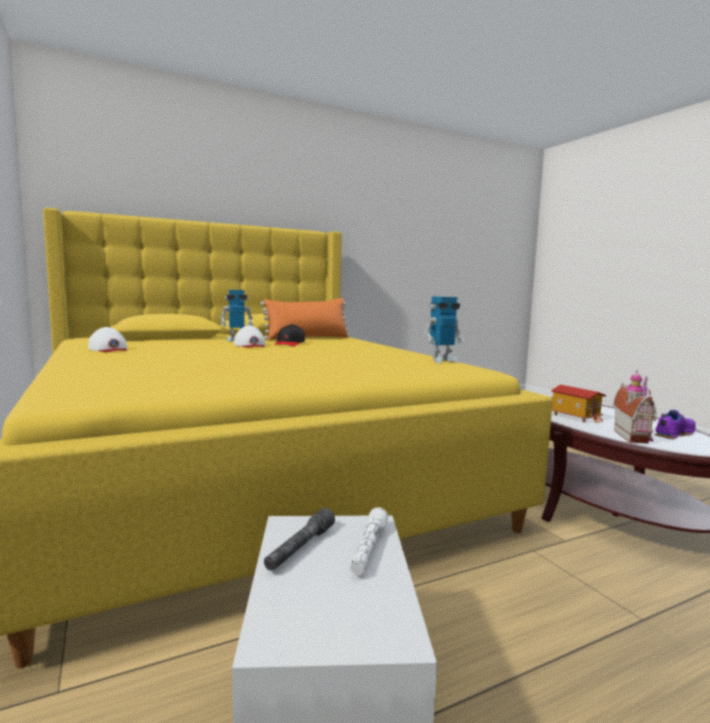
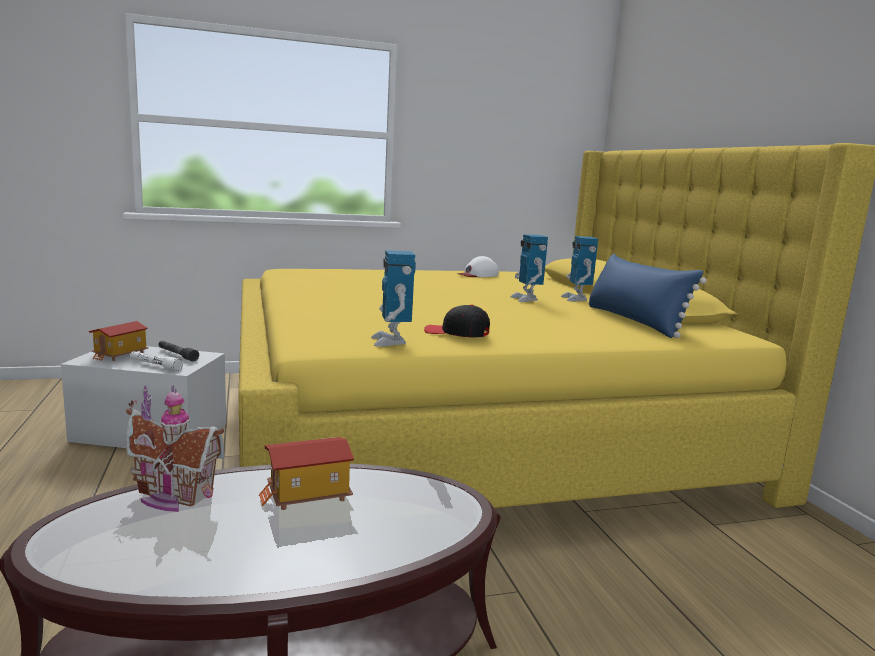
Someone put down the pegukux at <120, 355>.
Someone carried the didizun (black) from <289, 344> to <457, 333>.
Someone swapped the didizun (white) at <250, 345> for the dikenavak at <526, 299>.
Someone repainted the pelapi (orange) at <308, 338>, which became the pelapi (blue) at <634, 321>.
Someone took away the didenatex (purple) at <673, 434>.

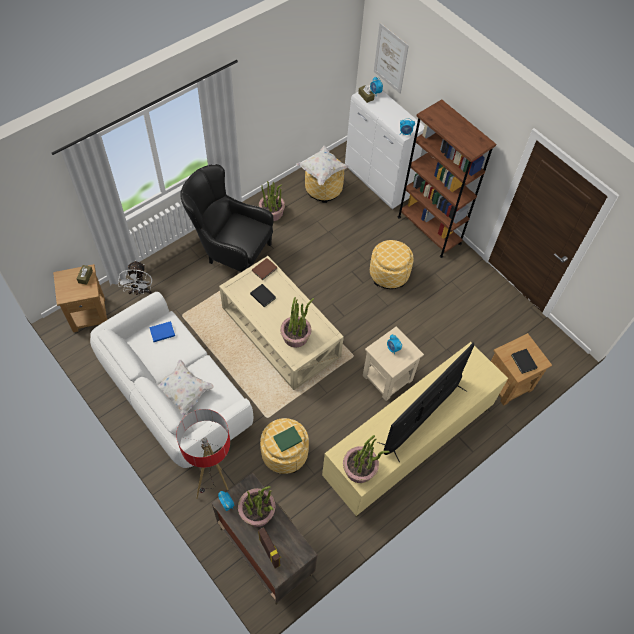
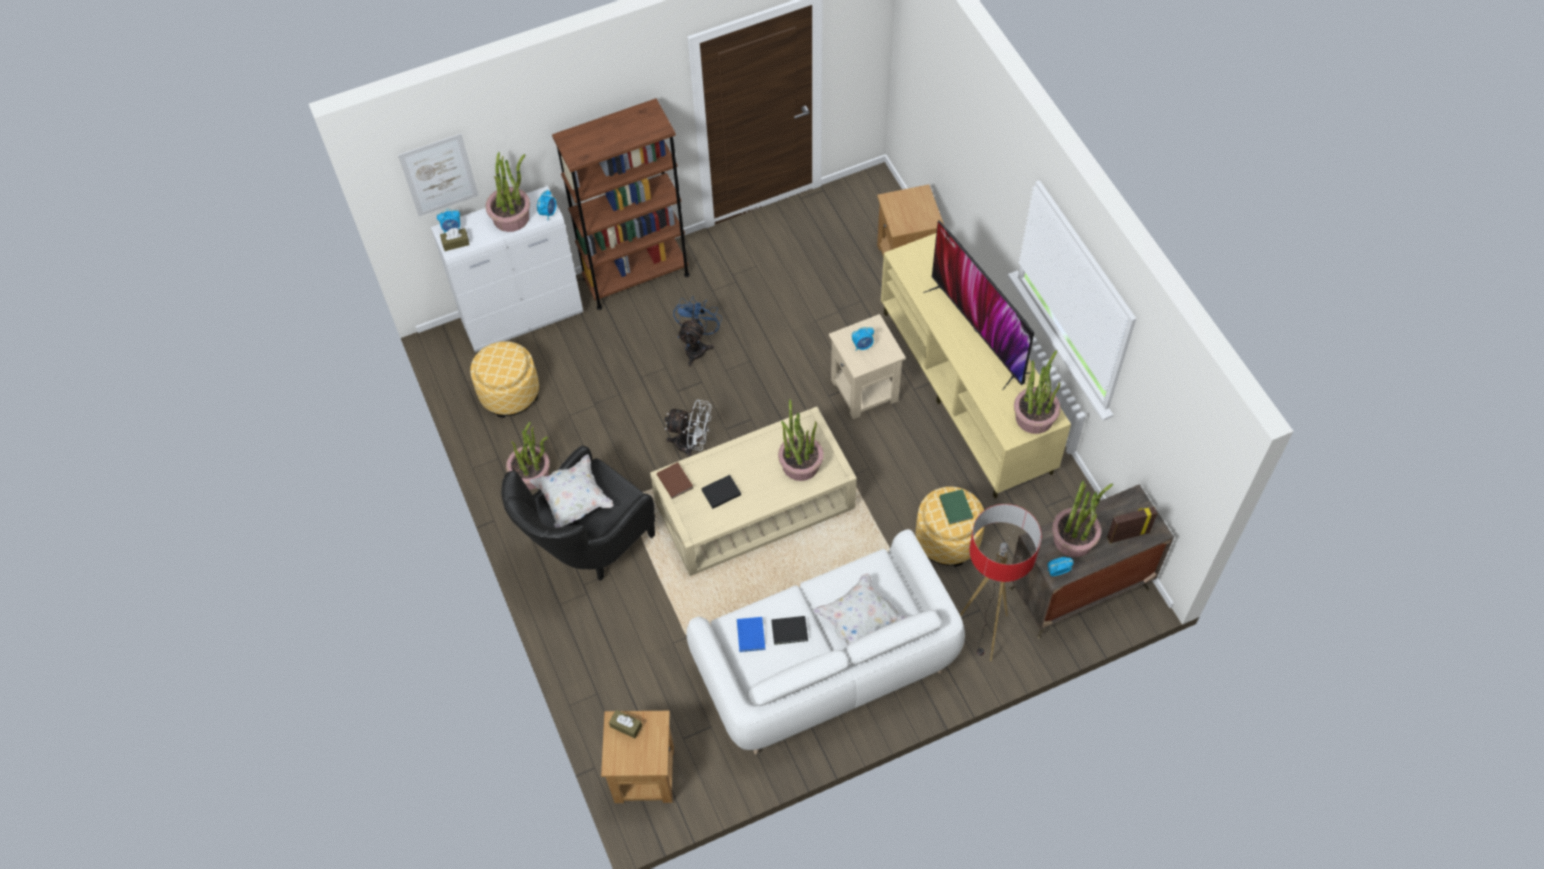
Someone put down the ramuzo at <511, 217>.
Someone carried the pelapi (white) from <322, 171> to <574, 500>.
Someone carried the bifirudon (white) from <140, 291> to <691, 445>.
Someone swapped the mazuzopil at <389, 274> for the bifirudon (blue) at <697, 346>.
Someone carried the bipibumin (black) from <523, 362> to <790, 631>.

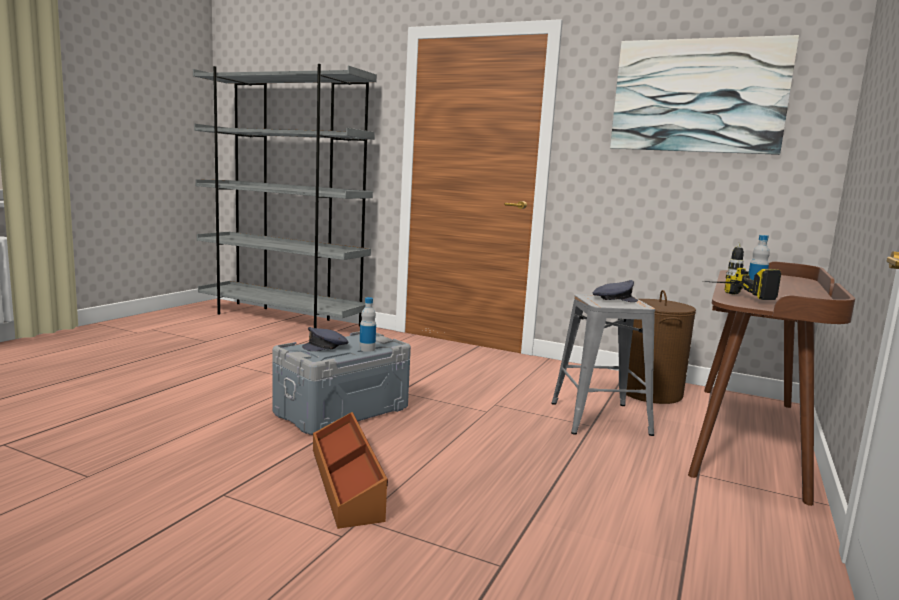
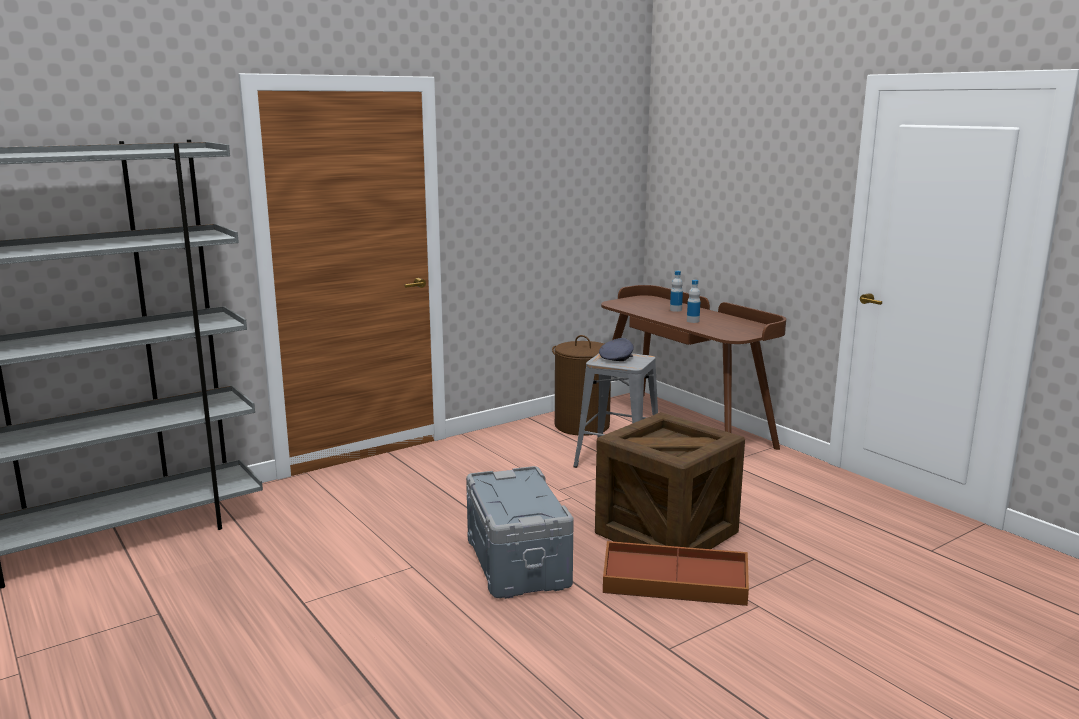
Someone put down the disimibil at <666, 533>.
Someone carried the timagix from <367, 349> to <675, 310>.
Someone took away the didizun (grey) at <326, 347>.
Someone took away the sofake at <698, 96>.
Someone took away the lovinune at <729, 298>.

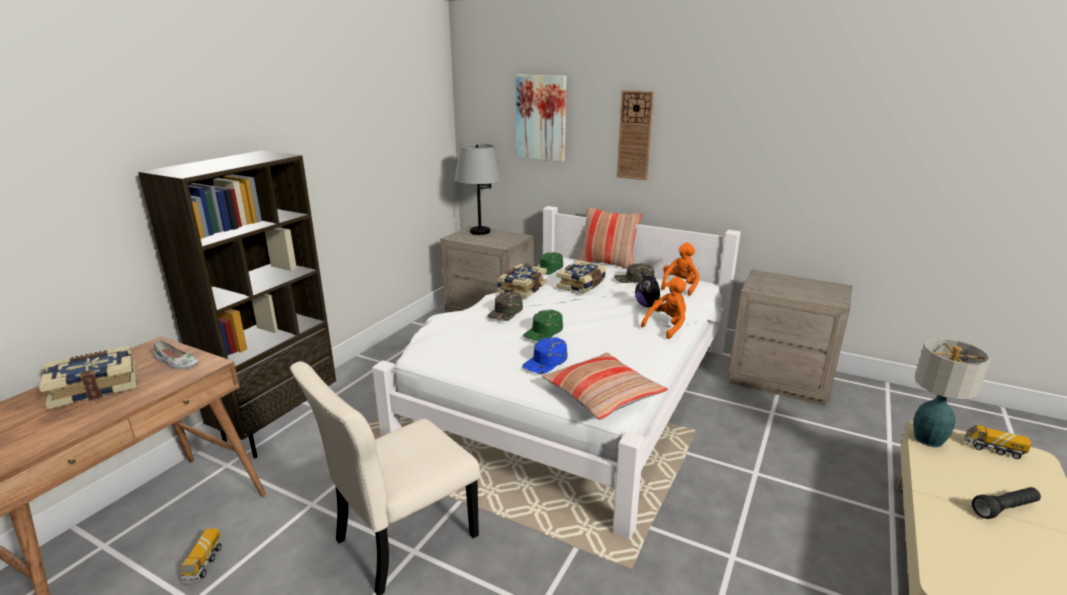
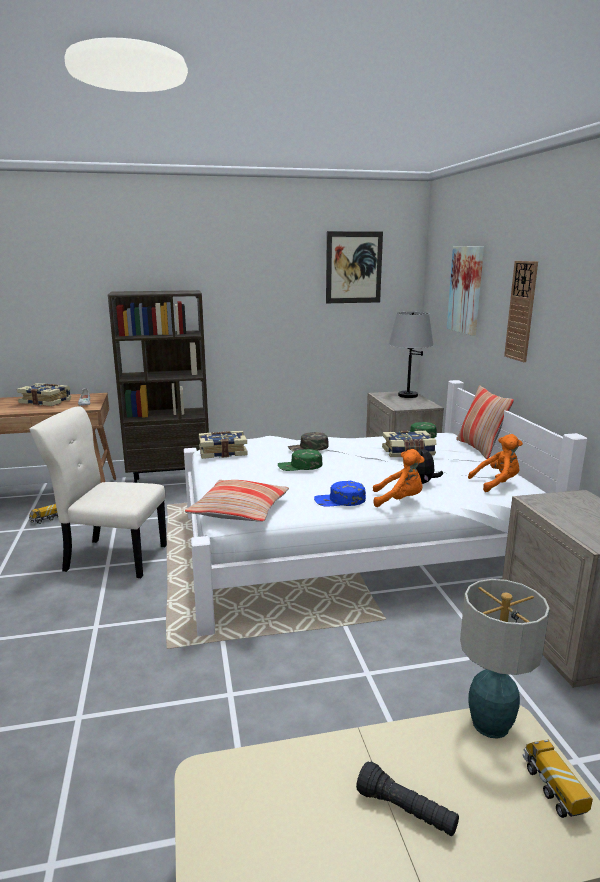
Someone carried the bipibumin from <521, 288> to <222, 452>.
Someone carried the didizun (blue) from <545, 362> to <339, 500>.
Someone put up the sofake at <354, 267>.
Someone took away the didizun (green) at <634, 279>.

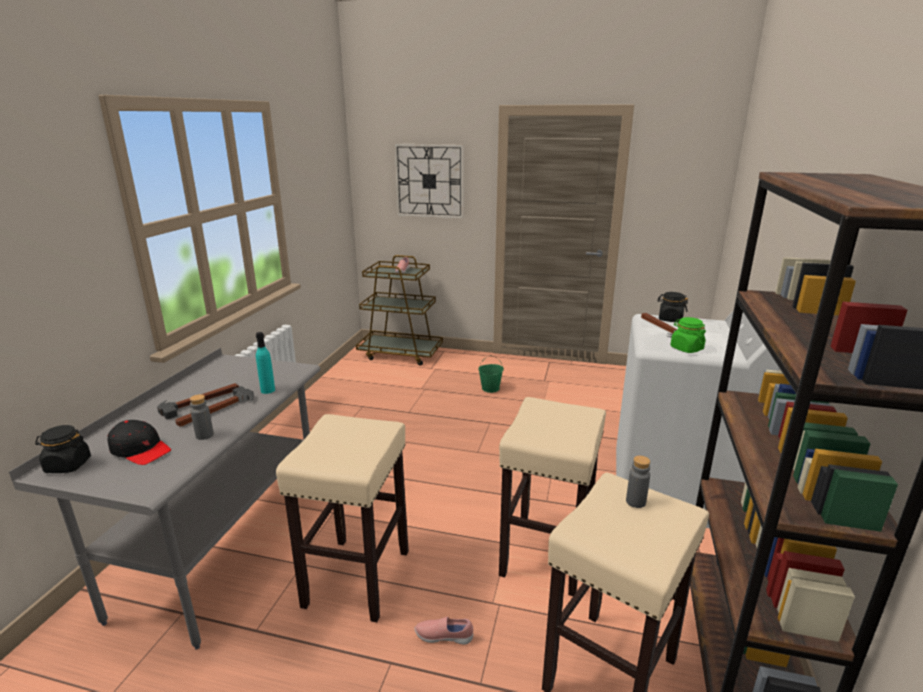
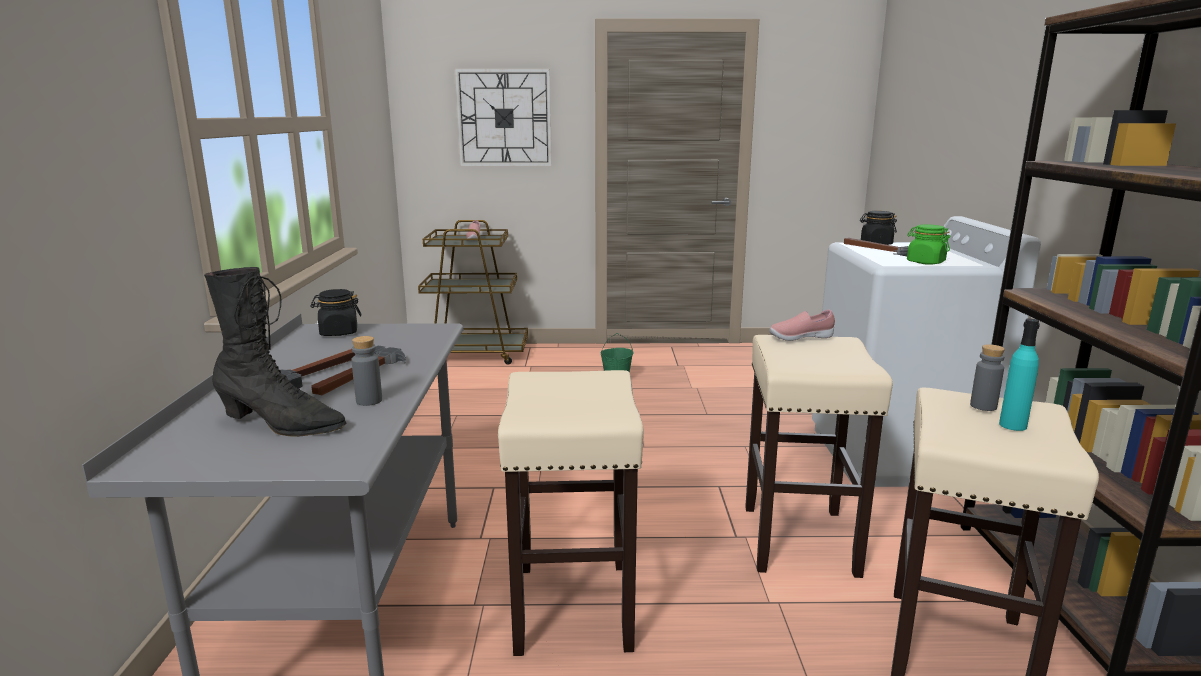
Someone swapped the didizun (black) at <140, 450> for the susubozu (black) at <281, 425>.
Someone carried the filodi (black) from <67, 465> to <338, 332>.
Someone carried the didenatex (pink) from <444, 637> to <800, 338>.
Someone carried the timagix (turquoise) from <268, 390> to <1012, 425>.

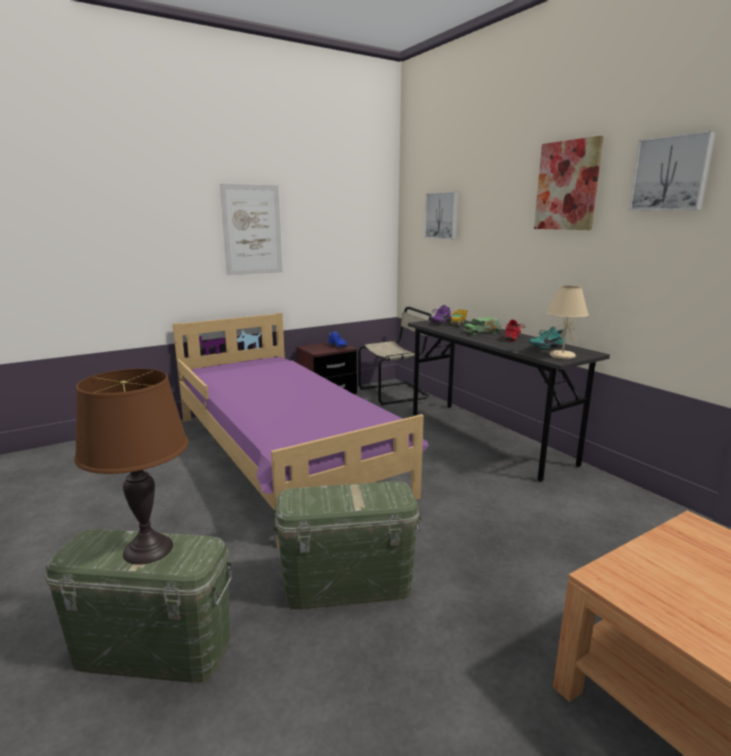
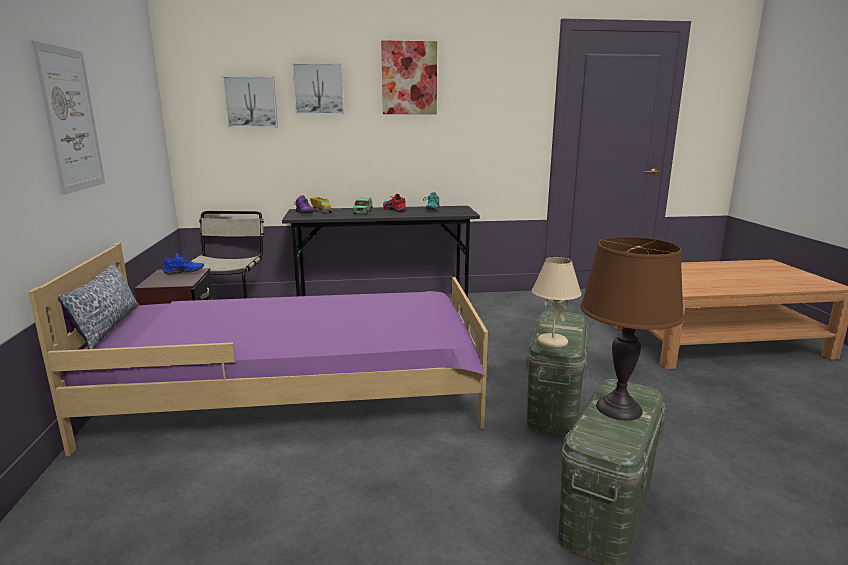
Someone put down the pelapi at <107, 326>.
Someone carried the sofake from <671, 174> to <318, 89>.
Someone carried the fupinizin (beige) from <561, 356> to <552, 343>.

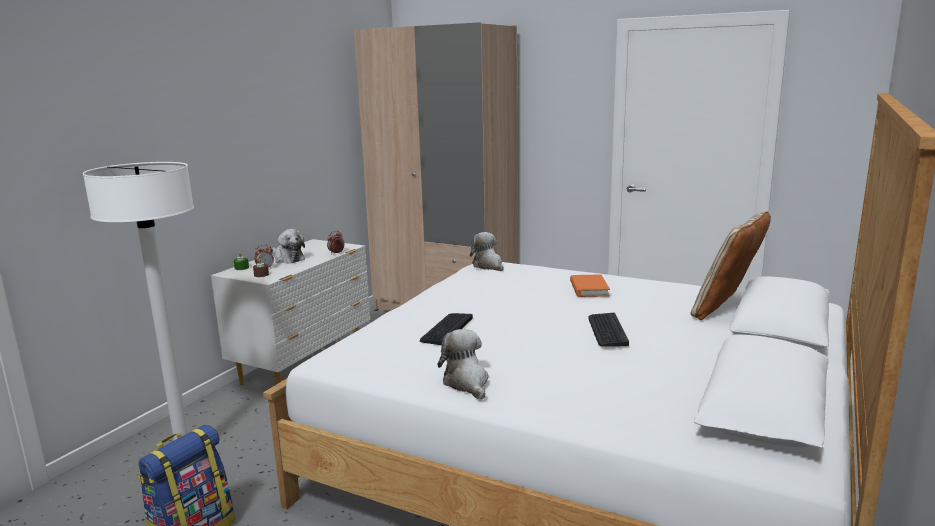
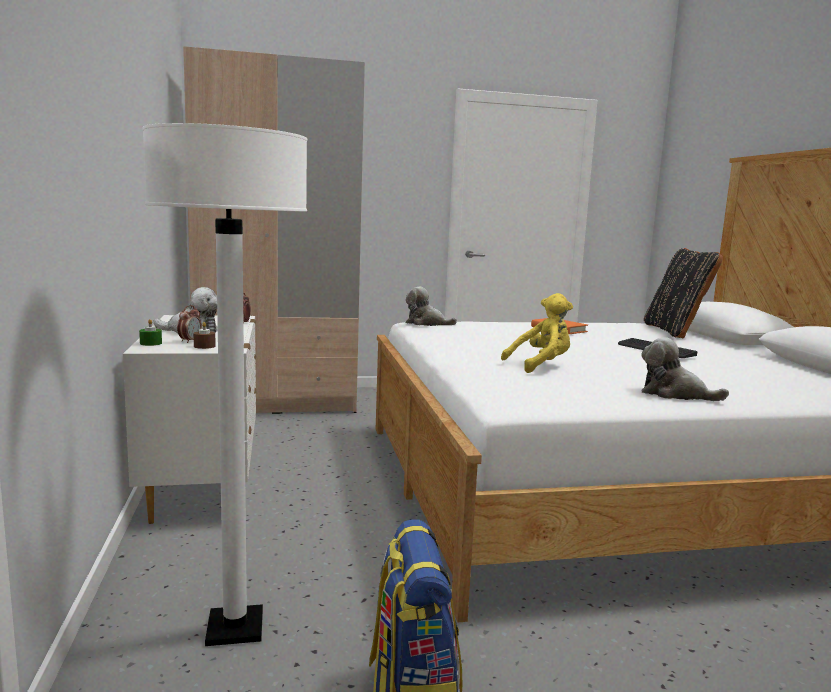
Someone swapped the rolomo at <446, 329> for the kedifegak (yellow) at <540, 365>.
Someone repainted the pelapi (beige) at <727, 309>, which became the pelapi (black) at <675, 331>.

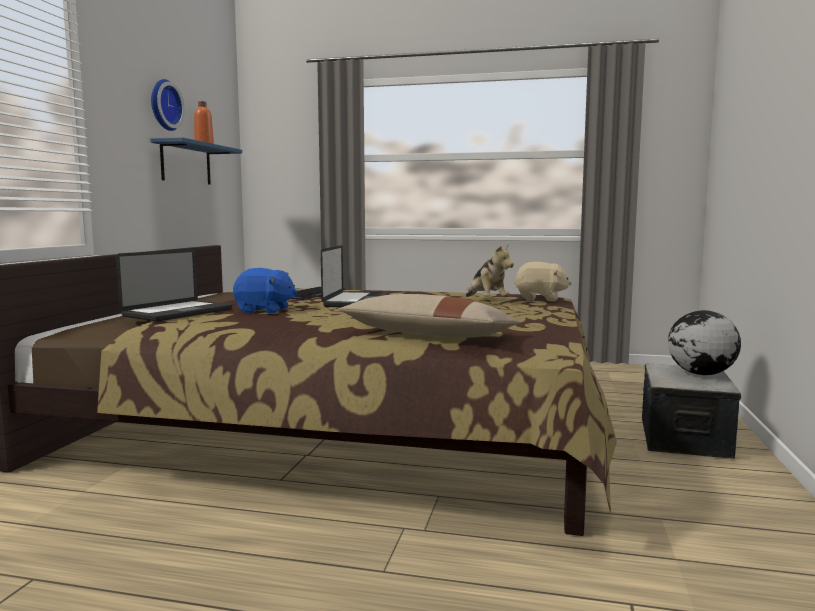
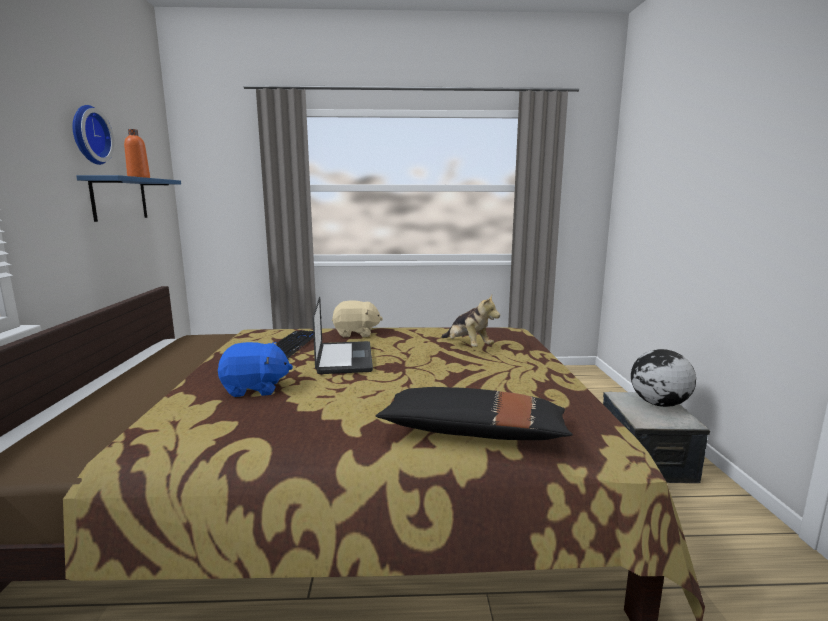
Someone carried the kedifegak (beige) from <540, 299> to <356, 333>.
Someone repainted the pelapi (beige) at <428, 335>, which became the pelapi (black) at <473, 432>.
Someone took away the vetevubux at <178, 313>.

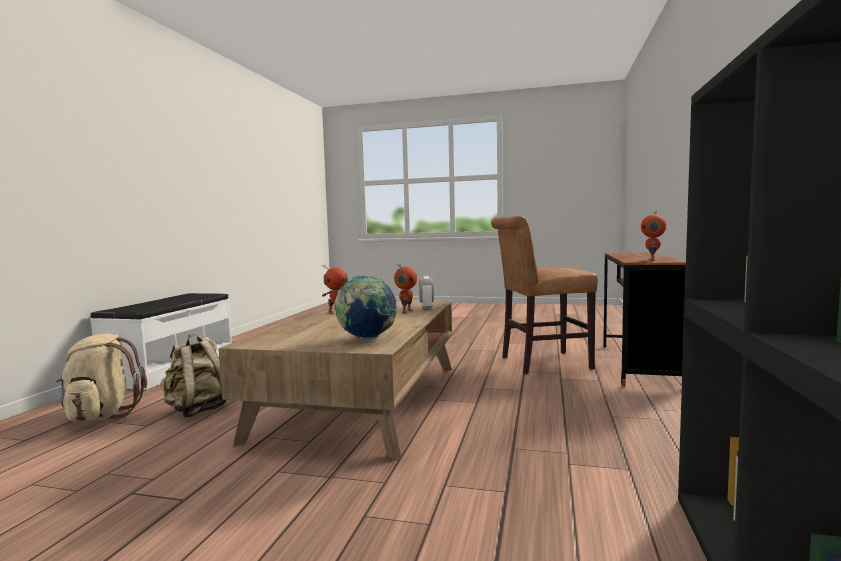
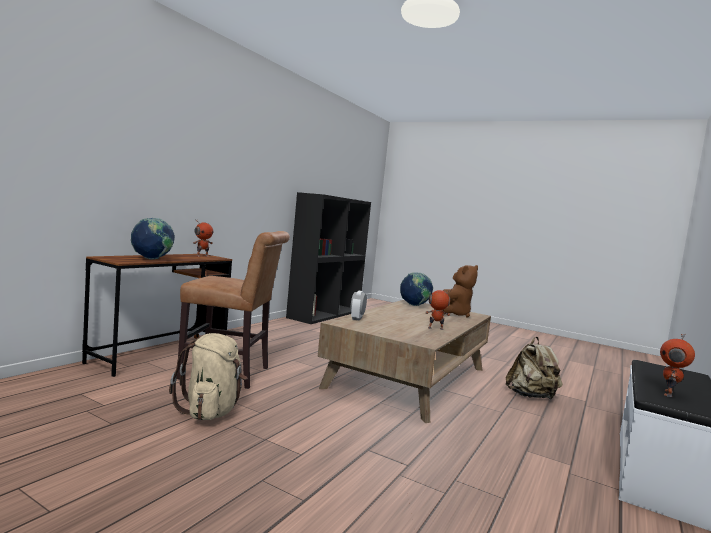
Someone put down the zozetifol at <152, 259>.
Someone carried the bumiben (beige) from <101, 415> to <211, 411>.
Someone put down the kedifegak (brown) at <454, 314>.
Someone carried the dikenavak from <406, 311> to <670, 394>.

